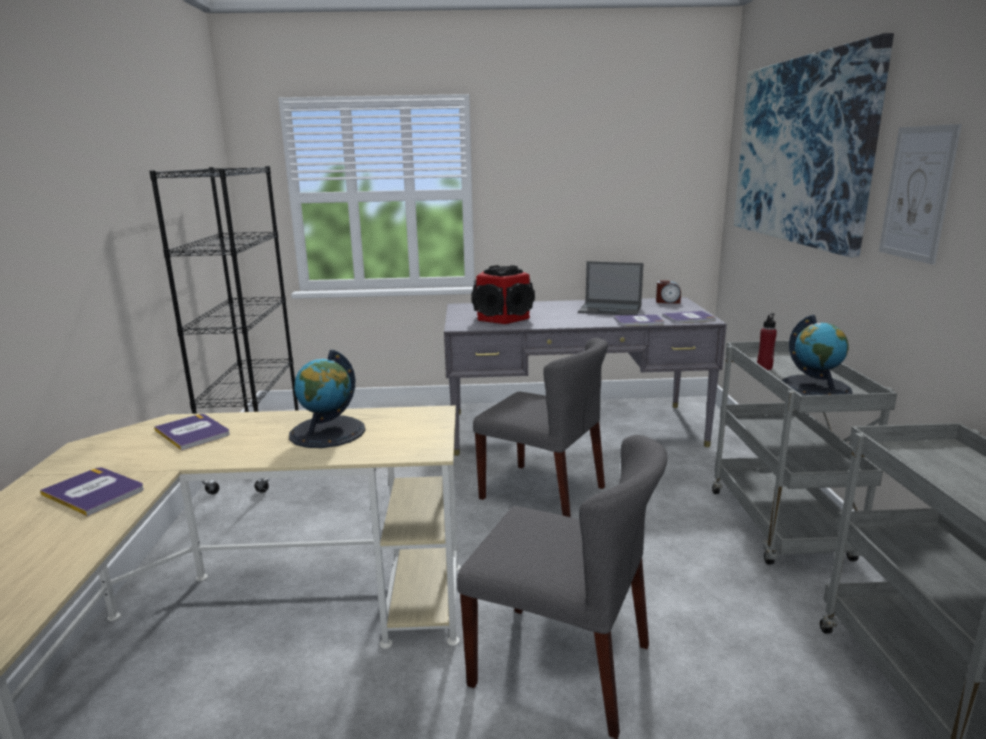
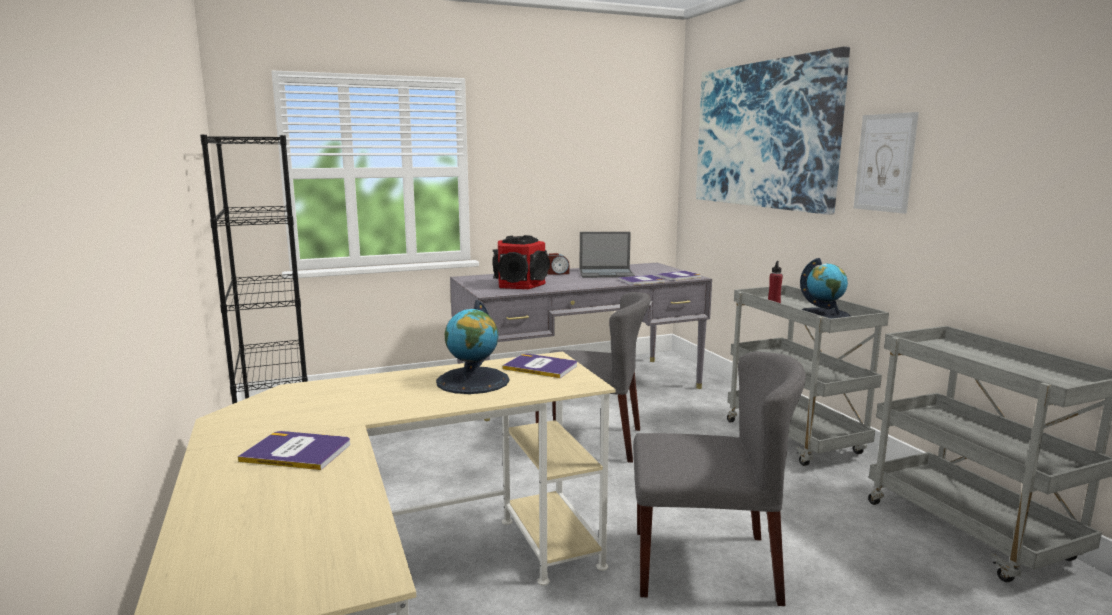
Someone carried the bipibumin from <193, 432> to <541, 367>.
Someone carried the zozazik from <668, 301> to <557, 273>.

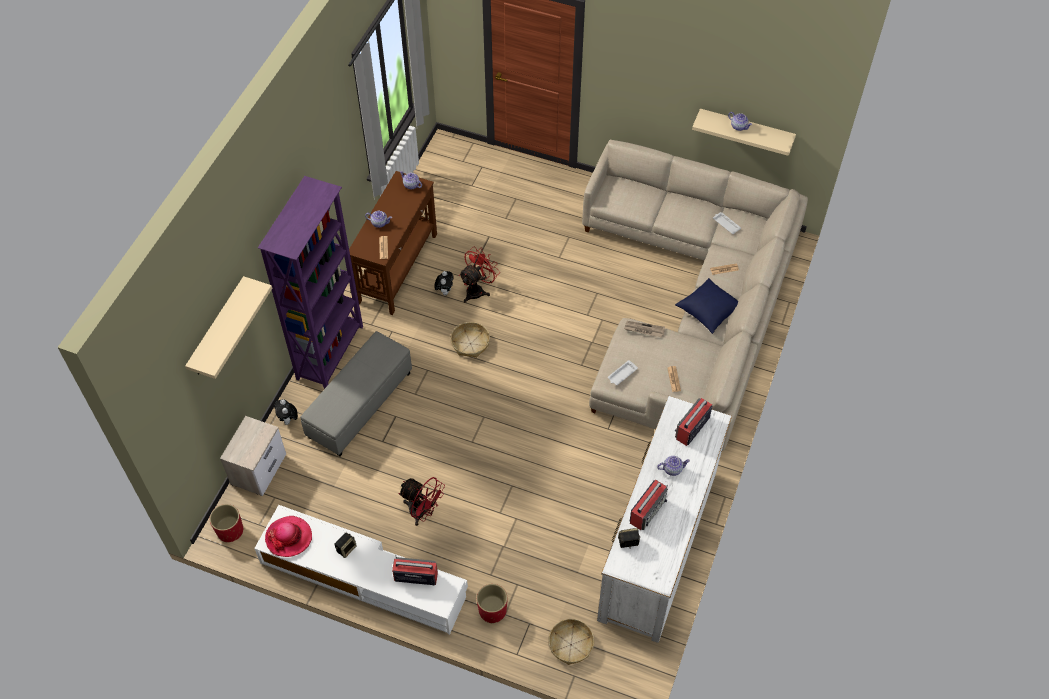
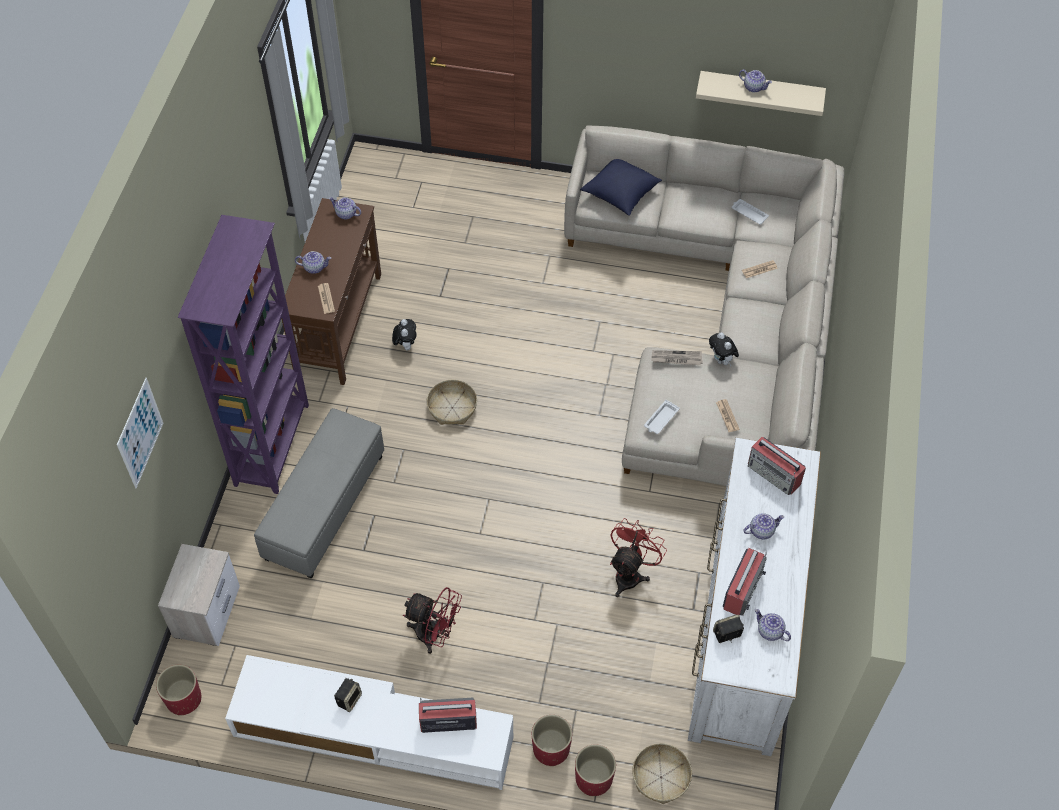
Someone swapped the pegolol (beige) at <218, 329> for the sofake at <140, 433>.
Someone put down the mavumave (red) at <593, 779>.
Someone carried the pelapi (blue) from <708, 312> to <620, 194>.
Someone carried the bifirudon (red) from <478, 290> to <630, 573>.
Someone carried the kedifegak from <288, 420> to <721, 360>.
Someone rotated the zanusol at <691, 428> by 75 degrees counterclockwise.
Someone put down the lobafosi at <769, 631>.
Someone took away the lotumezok at <289, 537>.

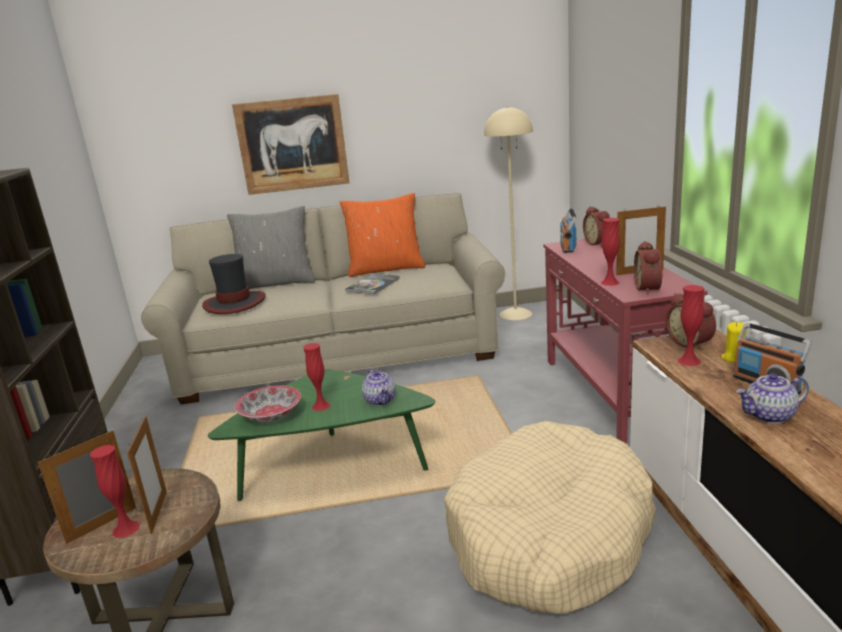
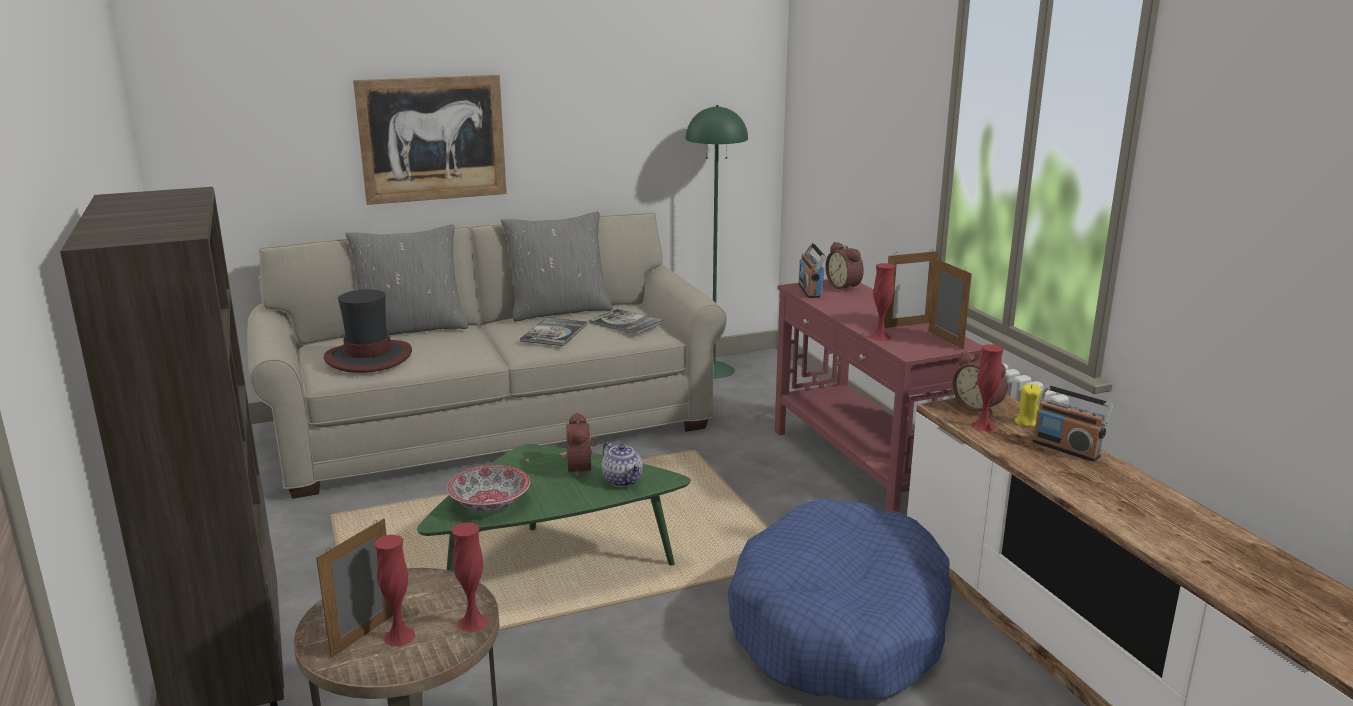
Someone carried the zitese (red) from <321, 406> to <473, 622>.
Someone repainted the pelapi (orange) at <386, 269>, which became the pelapi (grey) at <559, 311>.
Someone carried the zozazik from <649, 288> to <582, 468>.
Someone put down the bipibumin at <626, 323>.
Someone repainted the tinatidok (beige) at <515, 314>, which became the tinatidok (green) at <713, 370>.
Someone repainted the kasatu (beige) at <549, 536>, which became the kasatu (blue) at <840, 627>.
Someone carried the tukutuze from <158, 512> to <945, 340>.
Someone took away the lobafosi at <769, 416>.

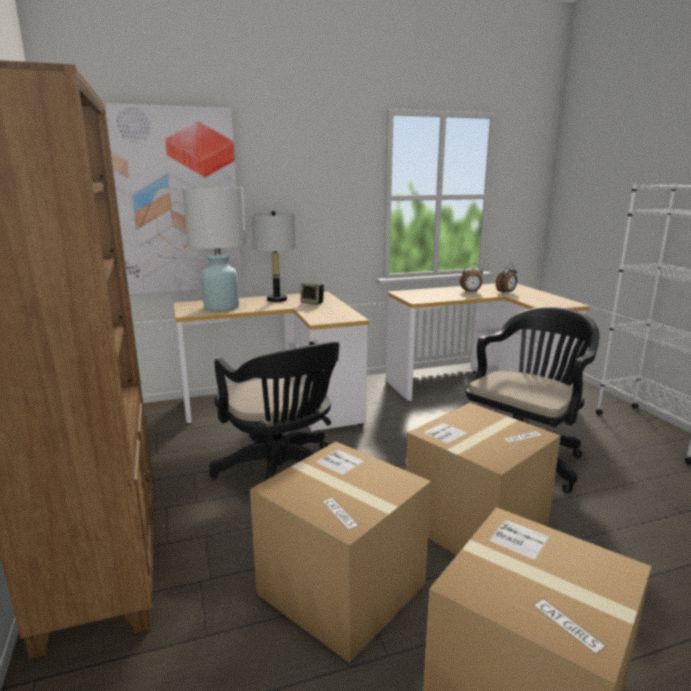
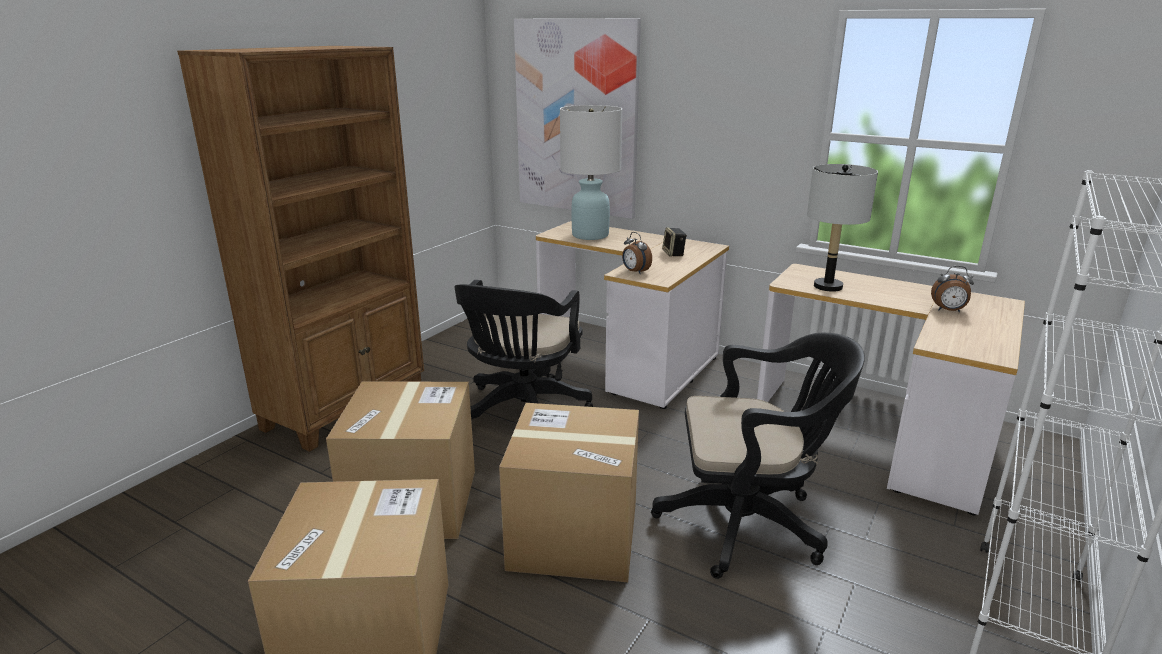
Someone carried the zozazik from <470, 292> to <635, 272>.
Someone carried the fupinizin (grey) from <277, 299> to <828, 287>.

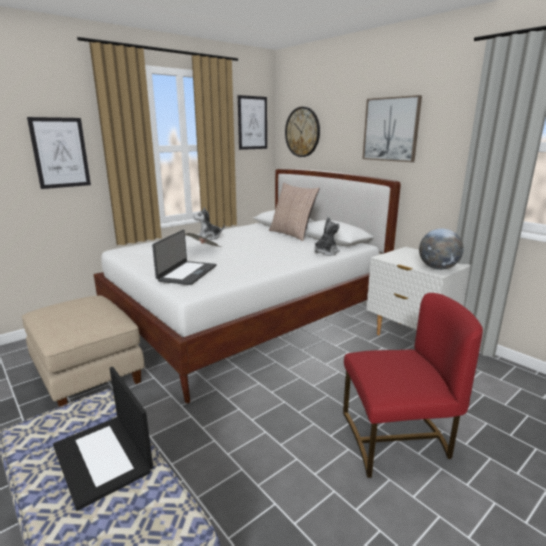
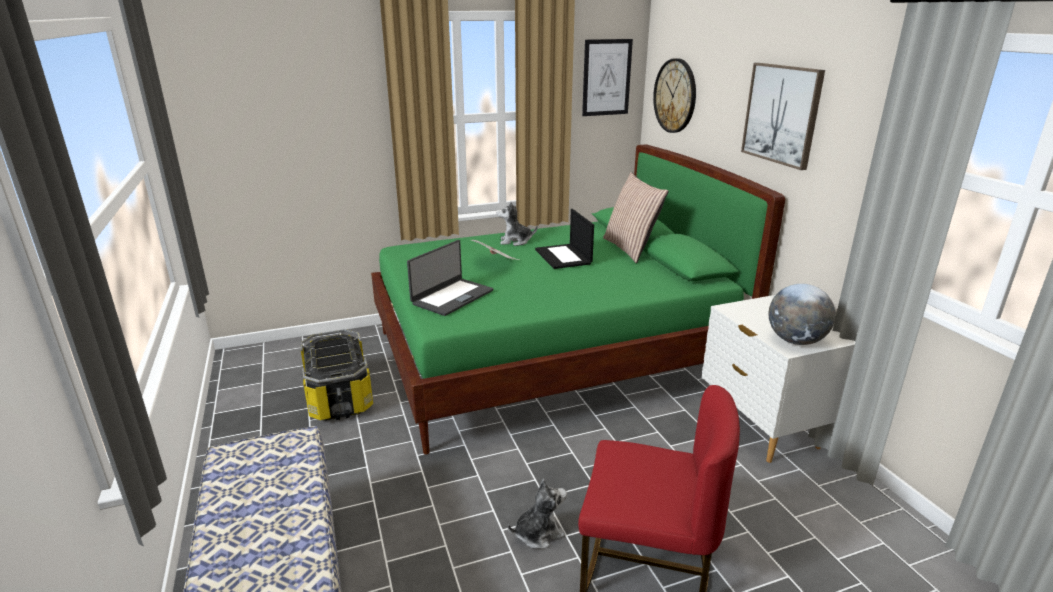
Someone swapped the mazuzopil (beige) at <89, 374> for the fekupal at <339, 395>.
Someone repainted the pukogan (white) at <248, 318>, which became the pukogan (green) at <551, 356>.
Someone carried the kedifegak from <325, 252> to <538, 533>.
Someone carried the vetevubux from <103, 458> to <564, 257>.
Someone took away the sofake at <60, 153>.

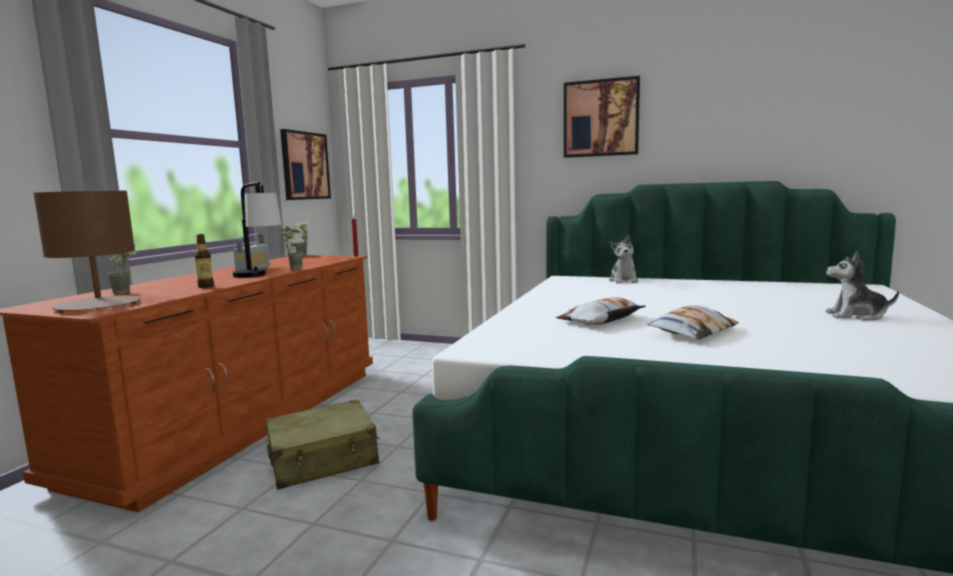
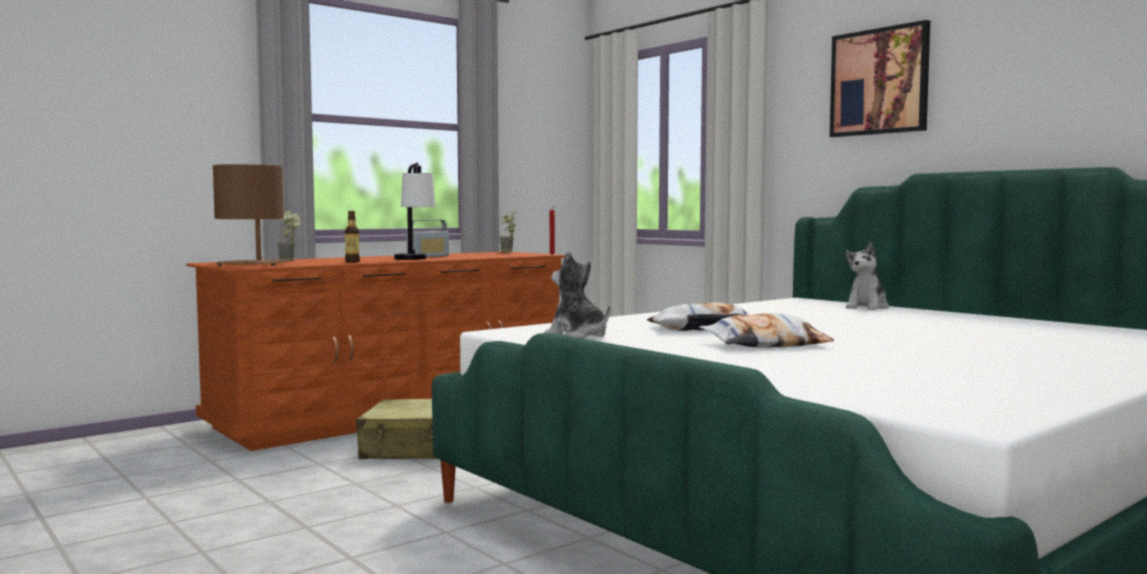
Someone carried the kedifegak from <856, 316> to <577, 336>.
Someone took away the sofake at <305, 166>.
Someone took away the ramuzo at <293, 269>.

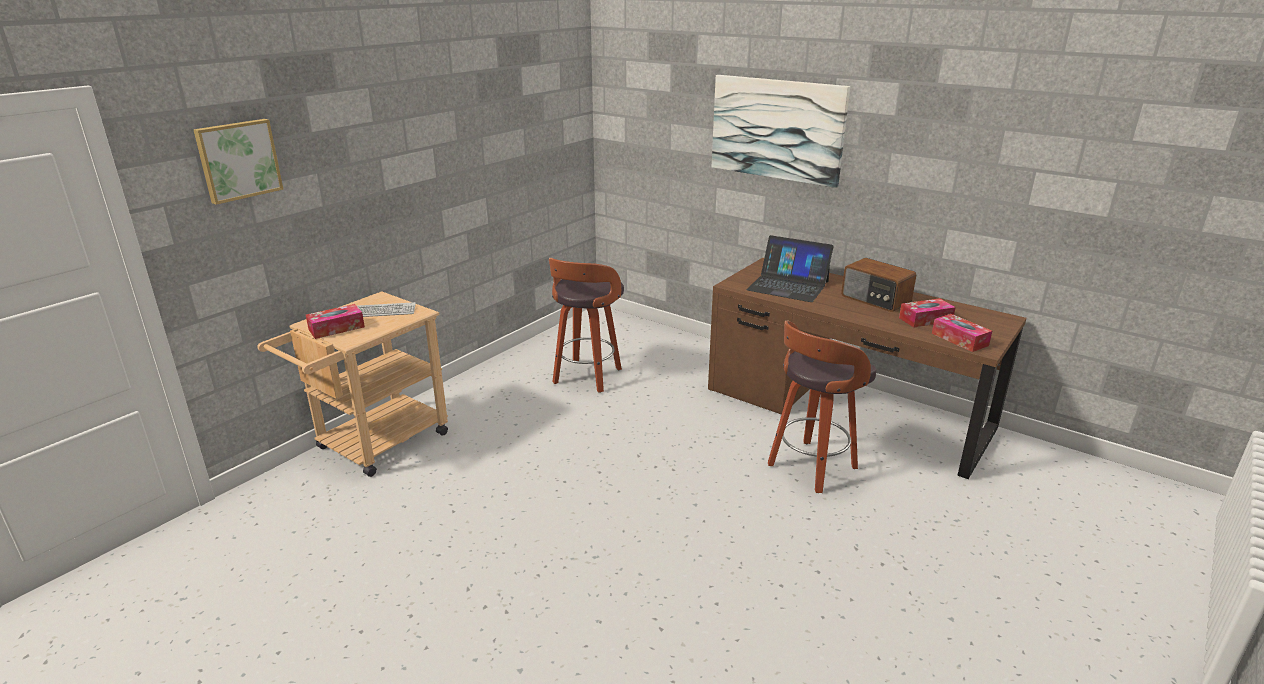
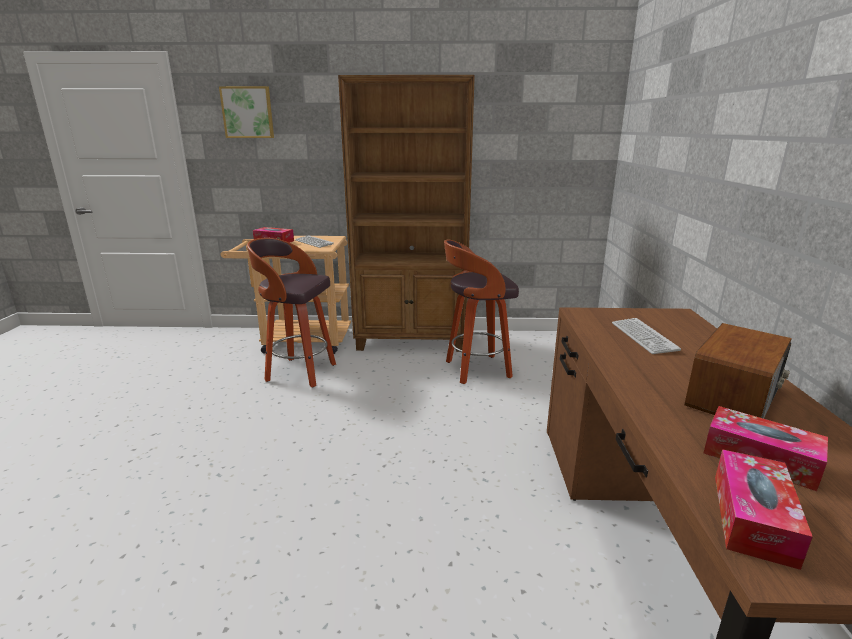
Someone carried the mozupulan from <810, 468> to <299, 372>.
Someone put down the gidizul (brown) at <412, 341>.
Someone swapped the vetevubux at <788, 286> for the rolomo at <643, 337>.
Someone rotated the zanusol at <875, 299> by 150 degrees counterclockwise.
Someone took away the sofake at <777, 129>.

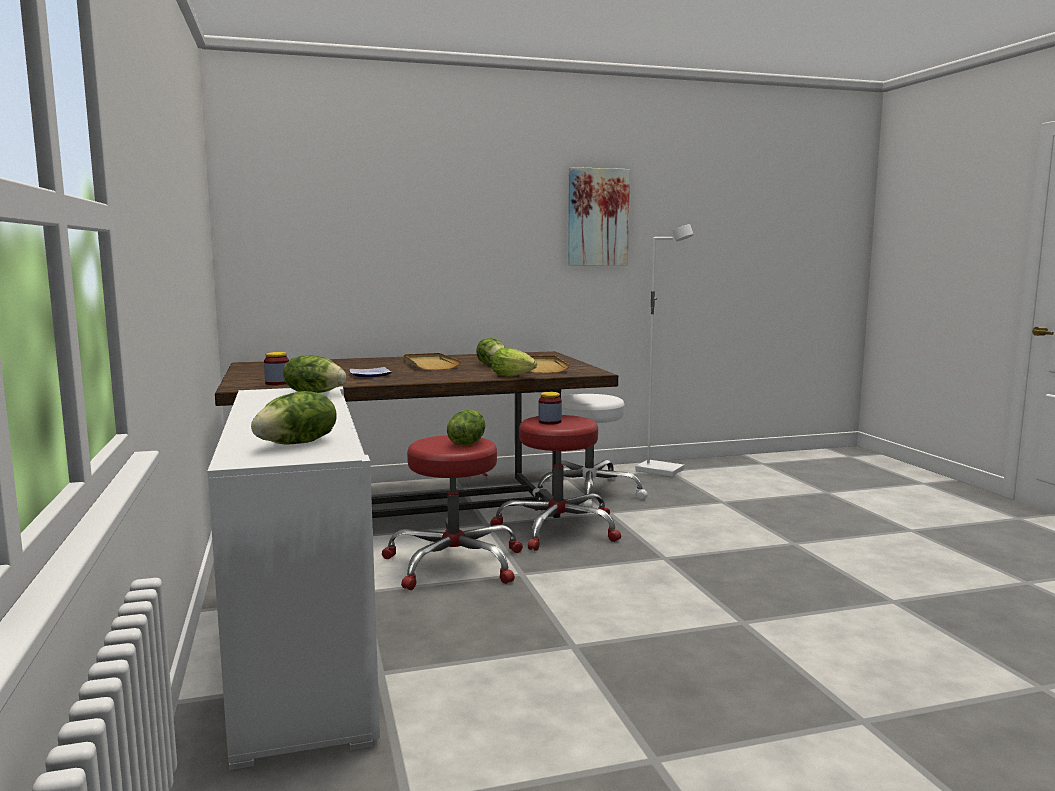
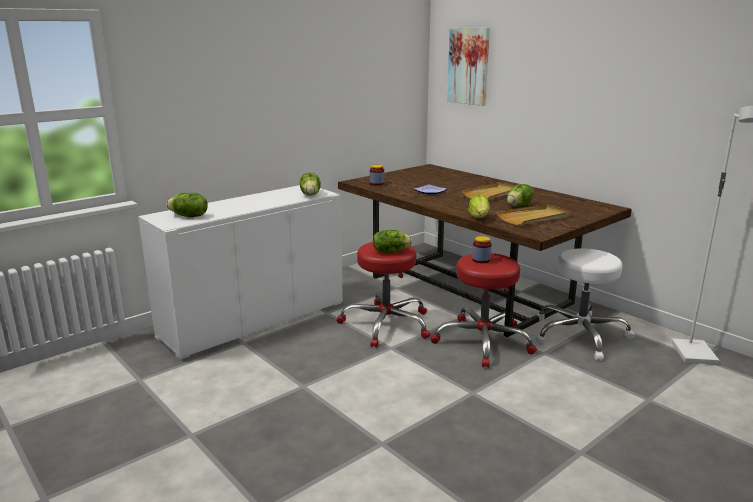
Someone carried the sofake from <597, 217> to <468, 66>.

